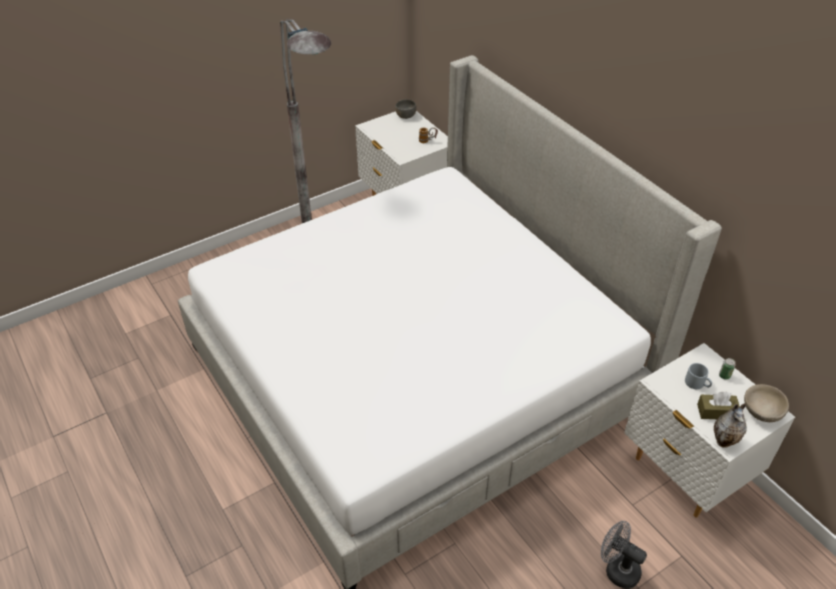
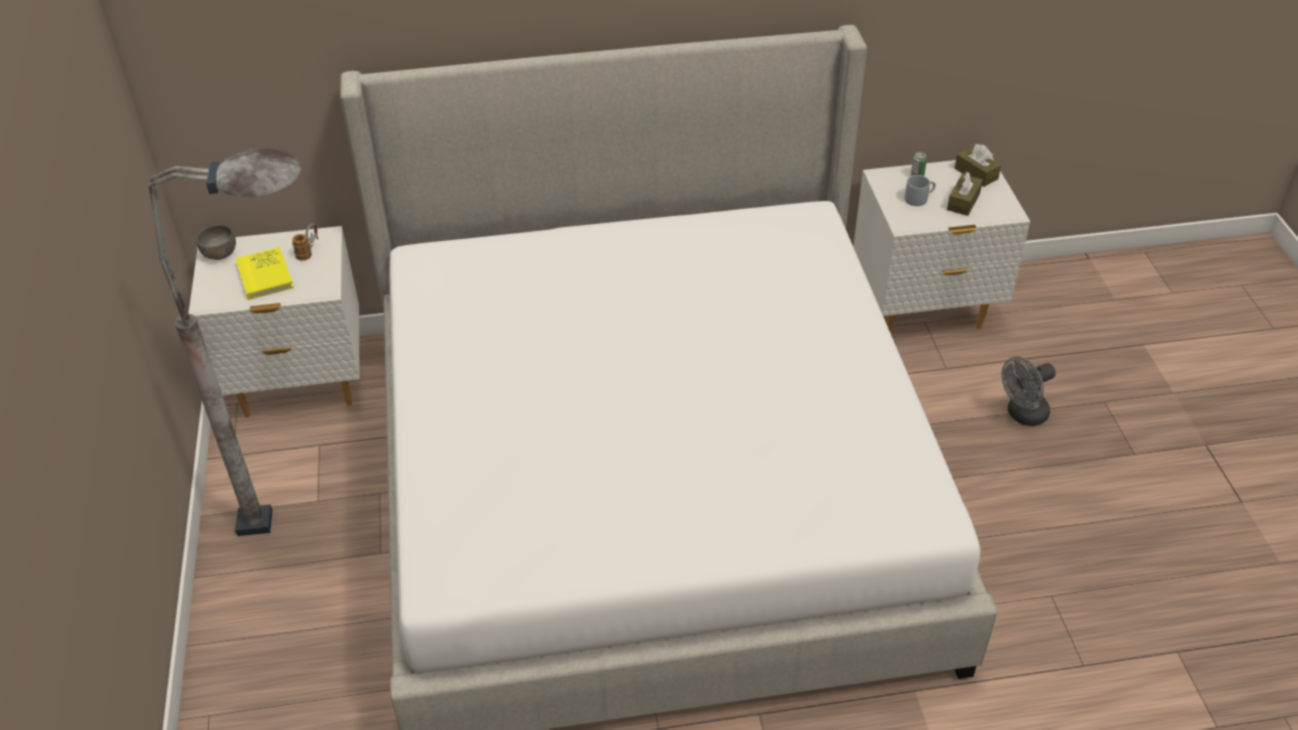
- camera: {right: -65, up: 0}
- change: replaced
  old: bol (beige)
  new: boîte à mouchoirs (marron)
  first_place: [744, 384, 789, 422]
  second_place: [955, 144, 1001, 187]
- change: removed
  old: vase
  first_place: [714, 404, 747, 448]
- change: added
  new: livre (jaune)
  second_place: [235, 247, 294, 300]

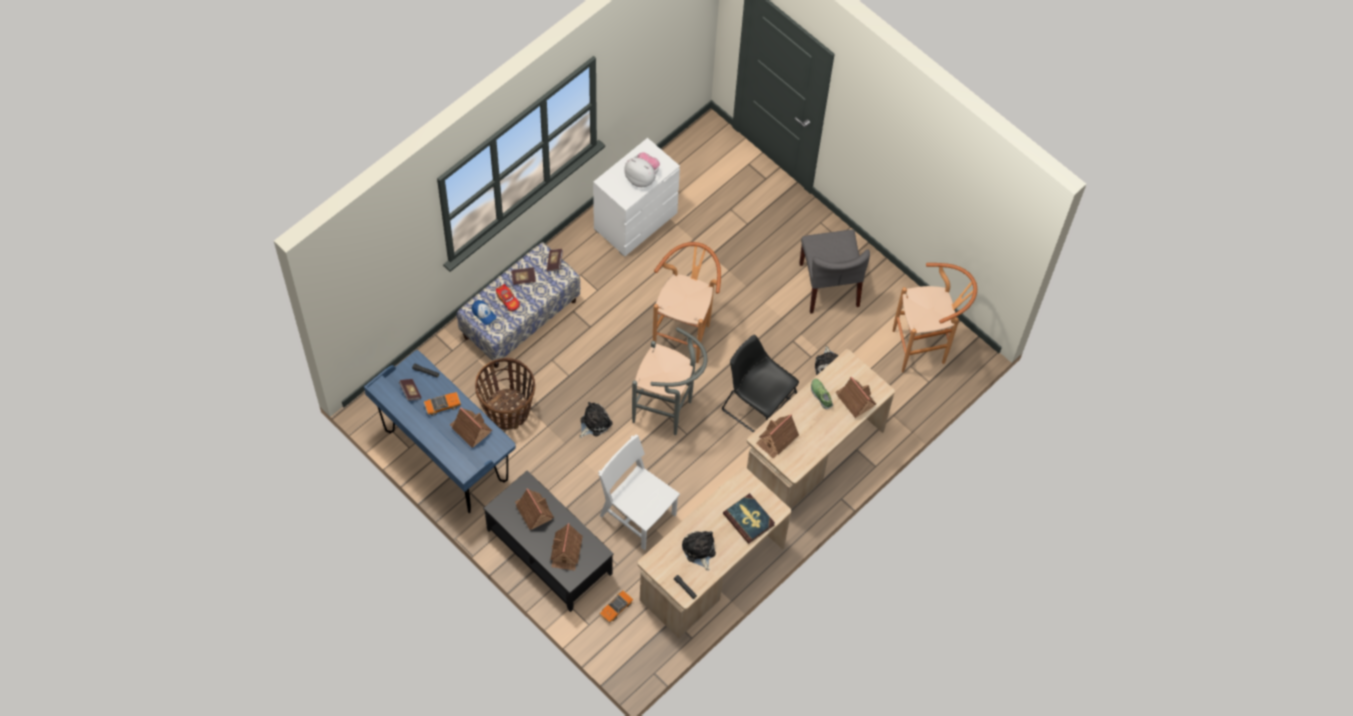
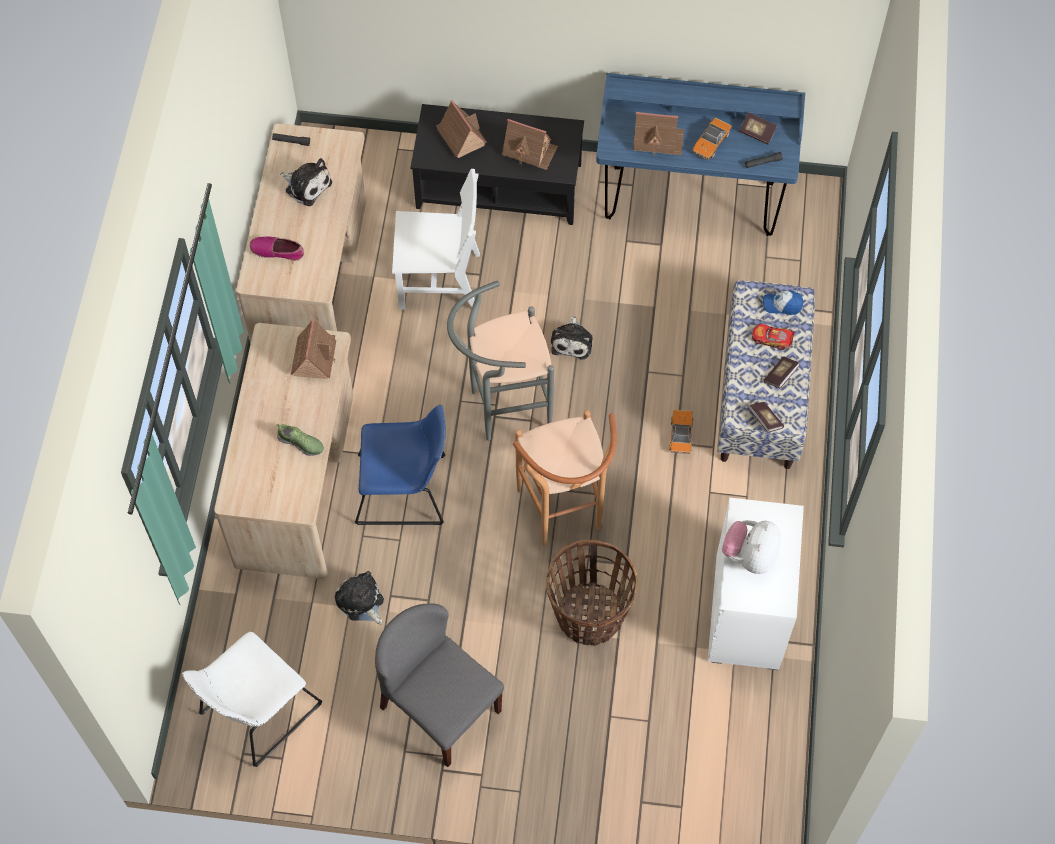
- camera: {right: 145, up: 0}
- change: turned
  old: peluche
  first_place: [624, 152, 660, 187]
  second_place: [722, 520, 780, 574]
  degrees: 120
- change: replaced
  old: tabouret (marron)
  new: chaise (blanc)
  first_place: [893, 263, 977, 372]
  second_place: [182, 632, 322, 767]
- change: recoloured
  old: chaise (noir)
  new: chaise (bleu)
  first_place: [722, 335, 799, 432]
  second_place: [355, 405, 446, 525]
- change: moved
  old: panier
  first_place: [475, 358, 535, 430]
  second_place: [546, 540, 638, 646]
- change: removed
  old: maison miniature
  first_place: [835, 376, 877, 418]
- change: replaced
  old: livre
  new: chaussure
  first_place: [723, 493, 775, 544]
  second_place: [249, 236, 304, 261]
- change: moved
  old: petite voiture
  first_place: [599, 590, 634, 623]
  second_place: [669, 410, 693, 454]

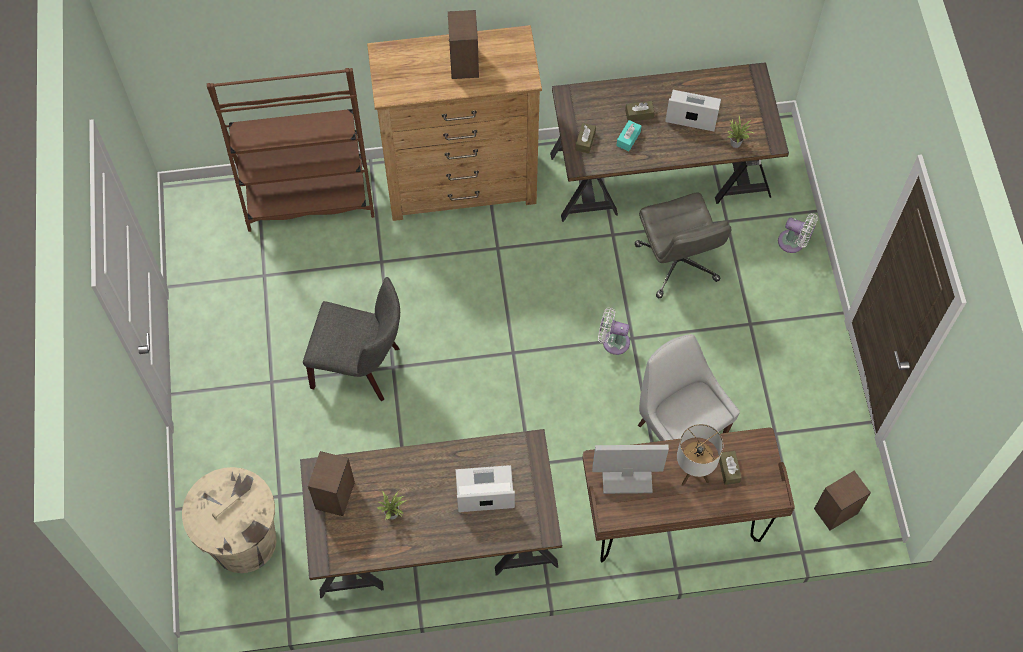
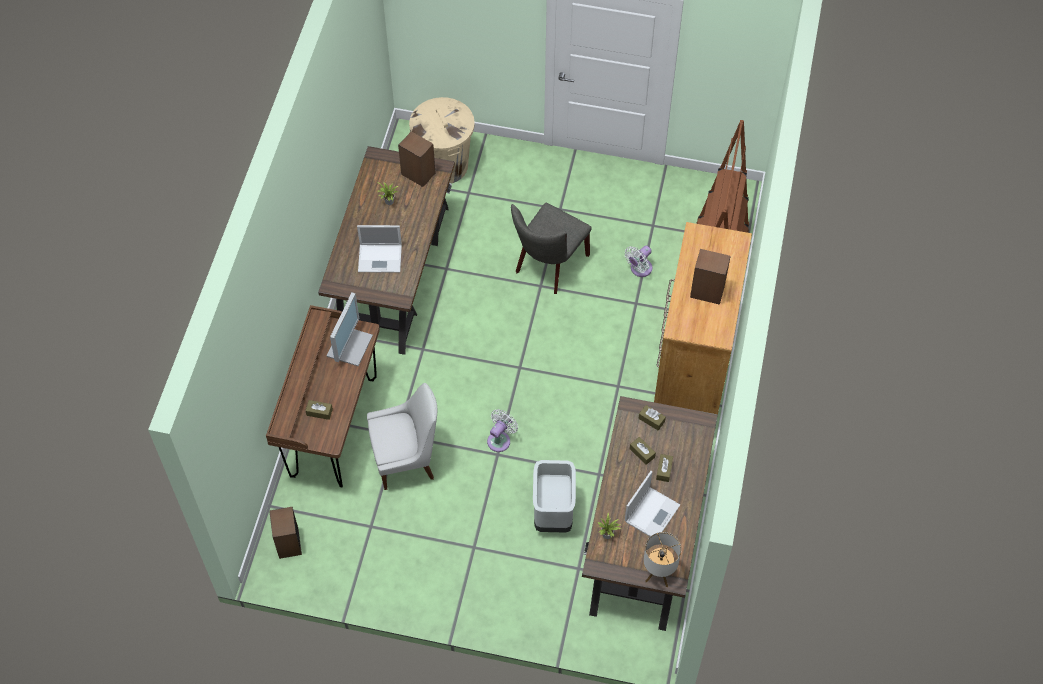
- camera: {right: 110, up: -5}
- change: recoloured
  old: boîte à mouchoirs (turquoise)
  new: boîte à mouchoirs (marron)
  first_place: [616, 120, 642, 151]
  second_place: [630, 437, 656, 465]
- change: replaced
  old: chaise de bureau (gris)
  new: poubelle (gris)
  first_place: [635, 192, 732, 298]
  second_place: [533, 460, 576, 533]
- change: moved
  old: ventilateur (blanc)
  first_place: [778, 213, 818, 253]
  second_place: [624, 246, 652, 277]
- change: moved
  old: lampe de table
  first_place: [677, 424, 723, 486]
  second_place: [644, 532, 681, 587]
- change: turned
  old: ordinateur portable
  first_place: [456, 465, 515, 512]
  second_place: [357, 225, 402, 273]
  degrees: 75

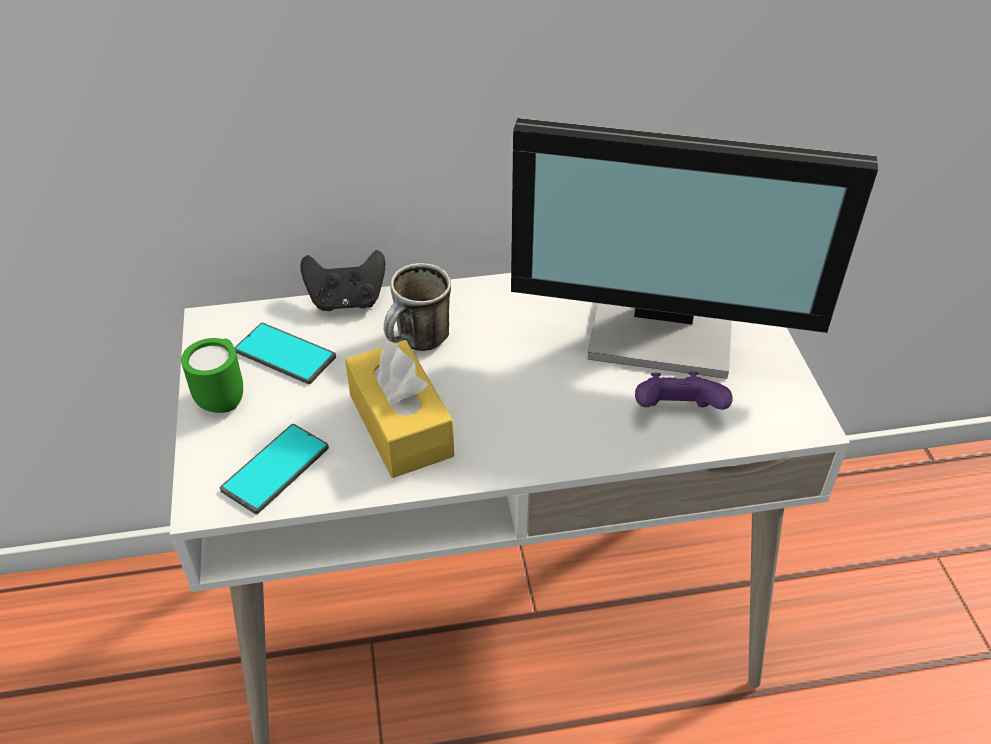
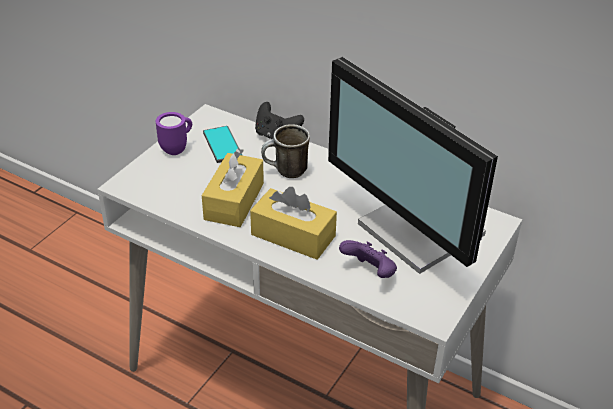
- camera: {right: 40, up: -5}
- change: recoloured
  old: mug (vert)
  new: mug (violet)
  first_place: [181, 338, 243, 413]
  second_place: [156, 112, 192, 155]
- change: removed
  old: téléphone
  first_place: [220, 424, 329, 514]
- change: added
  new: boîte à mouchoirs (jaune)
  second_place: [250, 187, 337, 260]

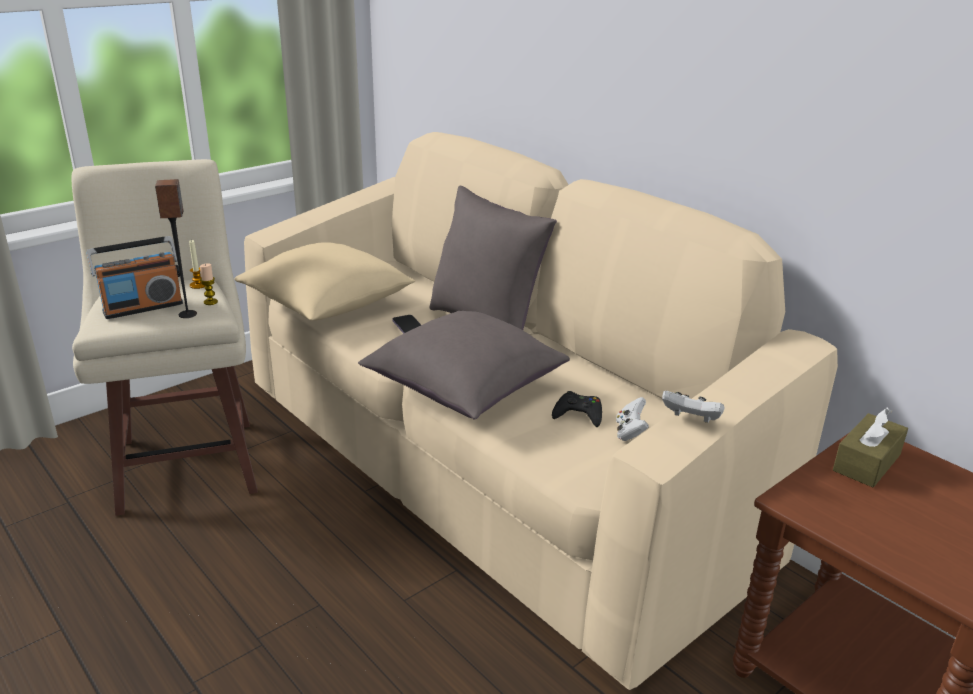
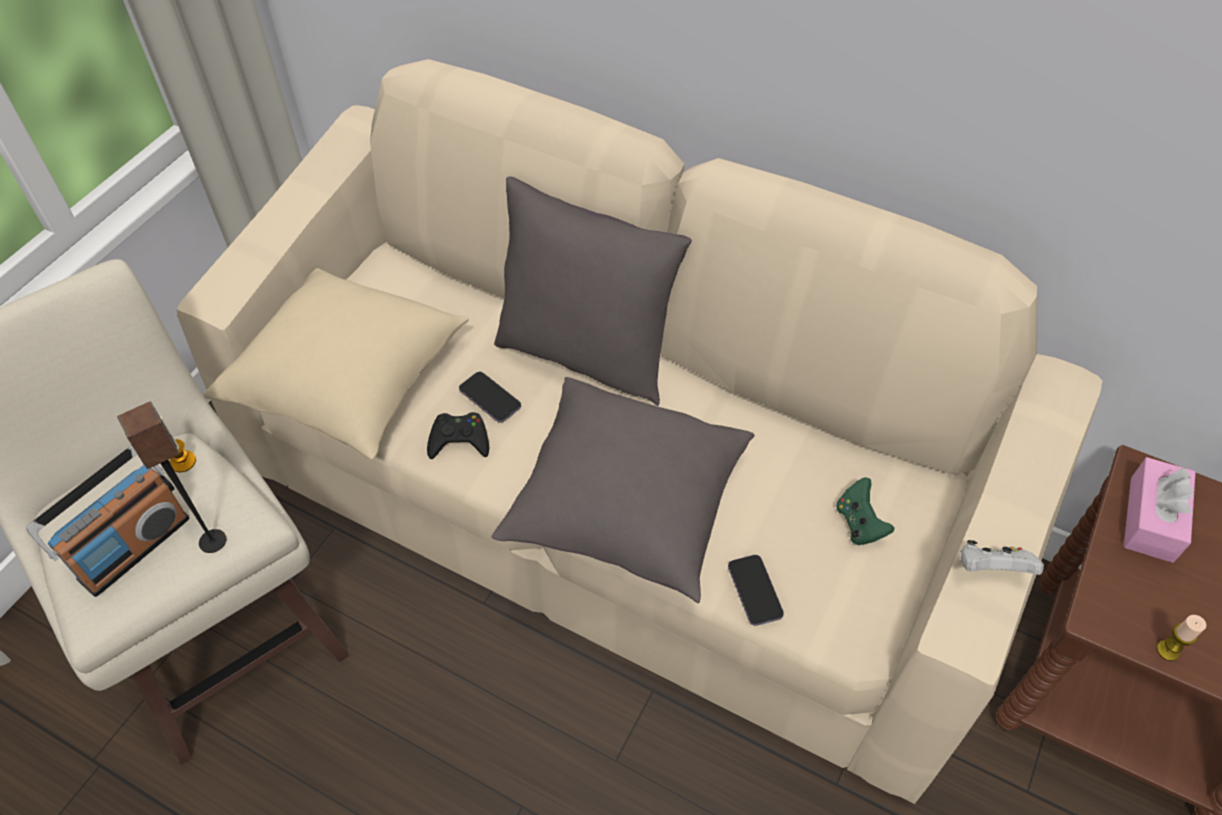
- camera: {right: -20, up: 25}
- change: moved
  old: bougie
  first_place: [200, 263, 218, 305]
  second_place: [1156, 615, 1206, 661]
- change: moved
  old: manette (noir)
  first_place: [552, 391, 602, 427]
  second_place: [427, 412, 489, 459]
- change: recoloured
  old: manette (blanc)
  new: manette (vert)
  first_place: [616, 397, 649, 441]
  second_place: [836, 477, 894, 546]
- change: recoloured
  old: boîte à mouchoirs (marron)
  new: boîte à mouchoirs (rose)
  first_place: [833, 407, 908, 487]
  second_place: [1124, 457, 1196, 563]
- change: added
  new: téléphone
  second_place: [728, 555, 784, 626]

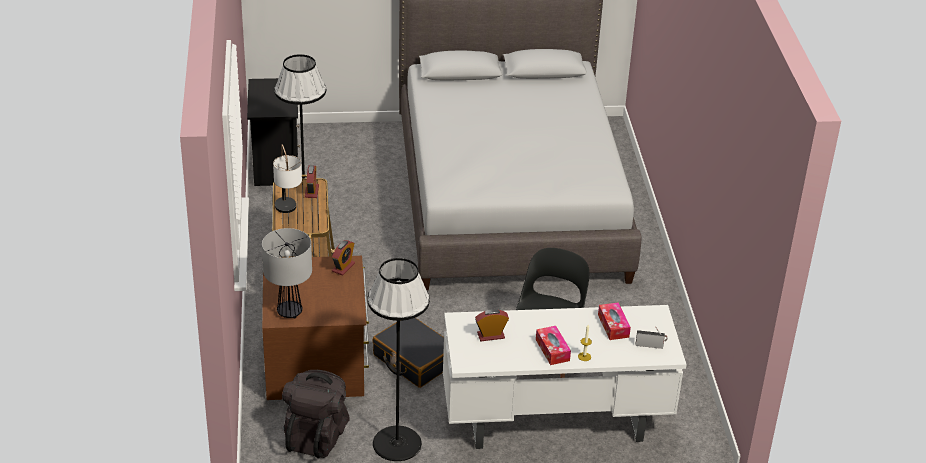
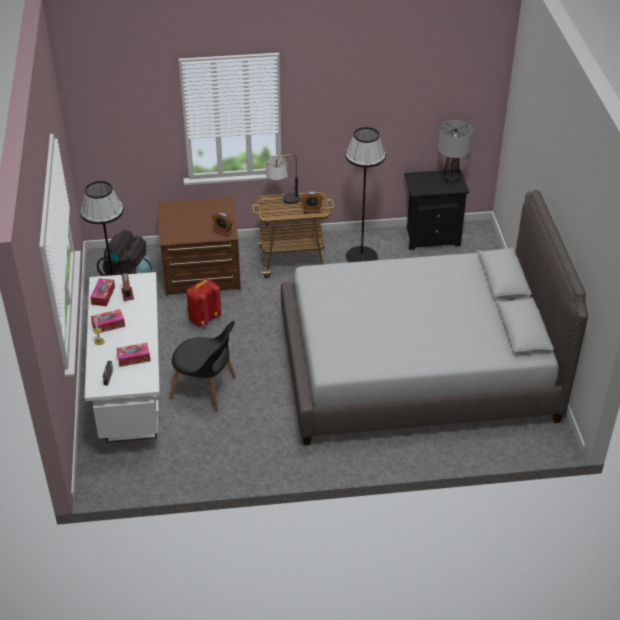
- camera: {right: 90, up: 5}
- change: moved
  old: lampe de table
  first_place: [262, 228, 312, 319]
  second_place: [438, 120, 473, 182]
- change: replaced
  old: valise (noir)
  new: sac à dos (rouge)
  first_place: [372, 318, 444, 388]
  second_place: [187, 279, 222, 326]
- change: added
  new: boîte à mouchoirs
  second_place: [90, 278, 115, 306]

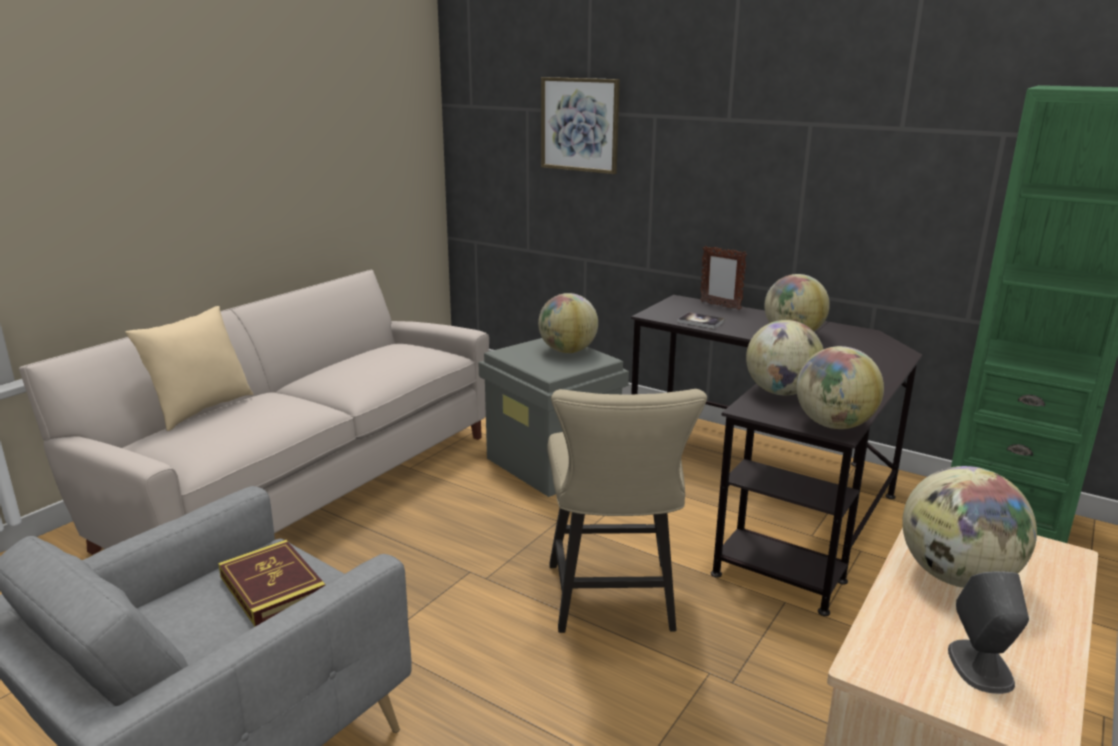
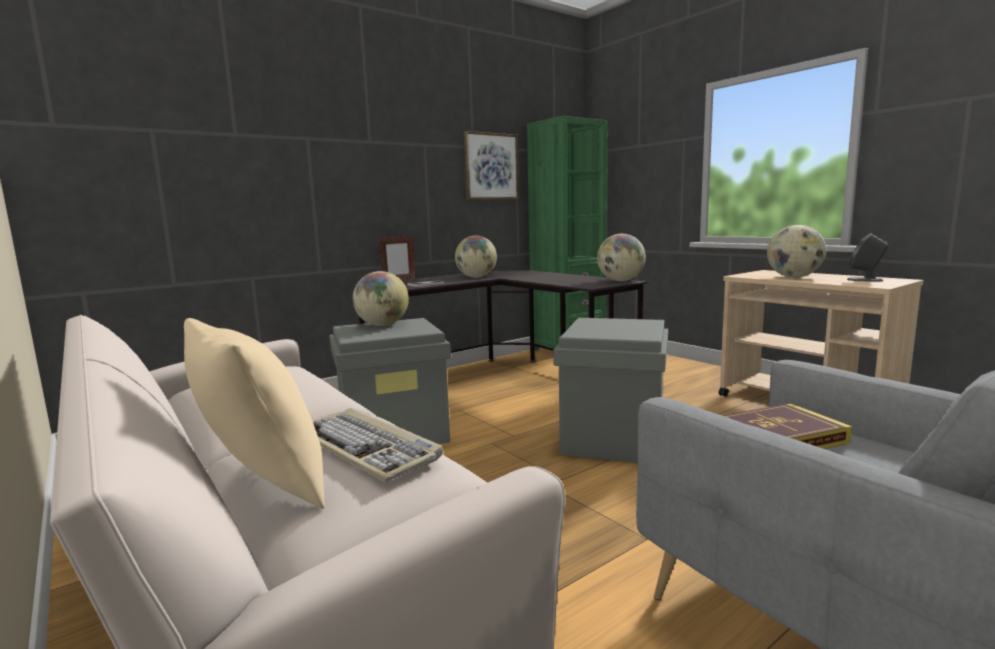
- camera: {right: -70, up: -10}
- change: moved
  old: tableau
  first_place: [541, 77, 620, 174]
  second_place: [464, 131, 519, 200]
- change: removed
  old: globe
  first_place: [746, 320, 823, 395]
- change: replaced
  old: chaise (beige)
  new: boîte de rangement (gris)
  first_place: [547, 389, 707, 633]
  second_place: [553, 318, 668, 463]
- change: added
  new: clavier
  second_place: [313, 408, 443, 483]

